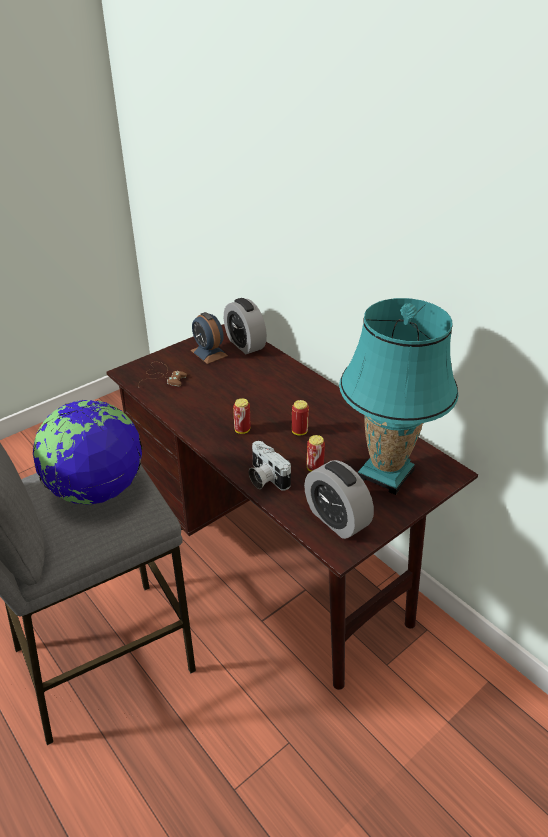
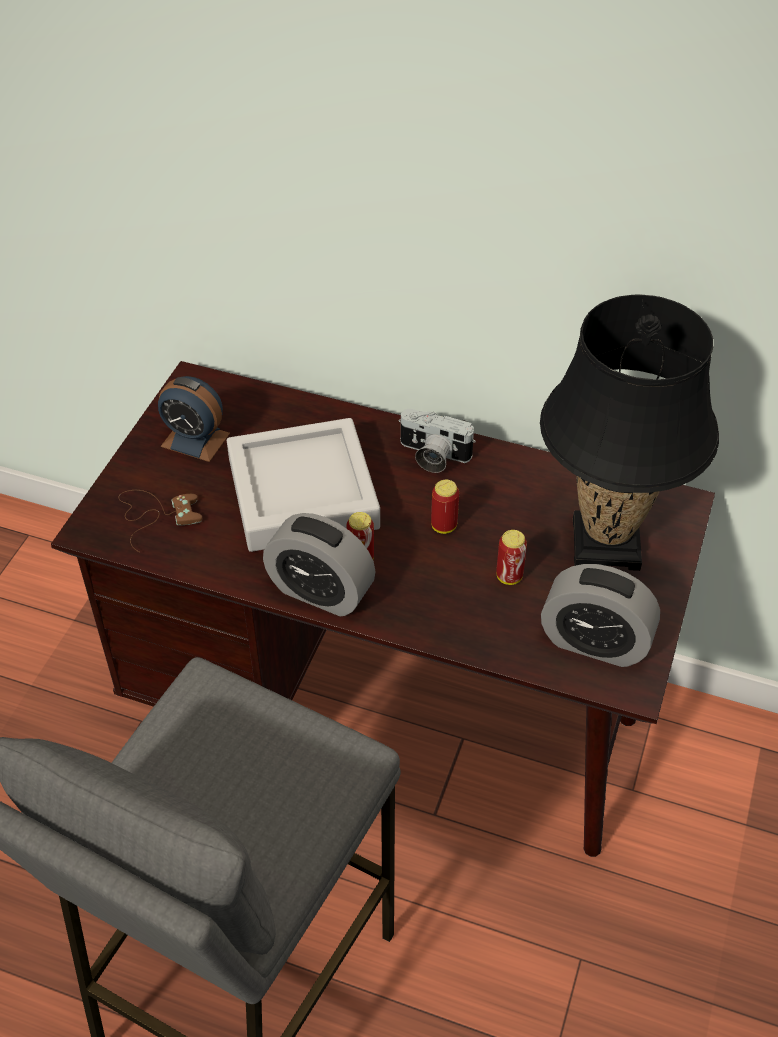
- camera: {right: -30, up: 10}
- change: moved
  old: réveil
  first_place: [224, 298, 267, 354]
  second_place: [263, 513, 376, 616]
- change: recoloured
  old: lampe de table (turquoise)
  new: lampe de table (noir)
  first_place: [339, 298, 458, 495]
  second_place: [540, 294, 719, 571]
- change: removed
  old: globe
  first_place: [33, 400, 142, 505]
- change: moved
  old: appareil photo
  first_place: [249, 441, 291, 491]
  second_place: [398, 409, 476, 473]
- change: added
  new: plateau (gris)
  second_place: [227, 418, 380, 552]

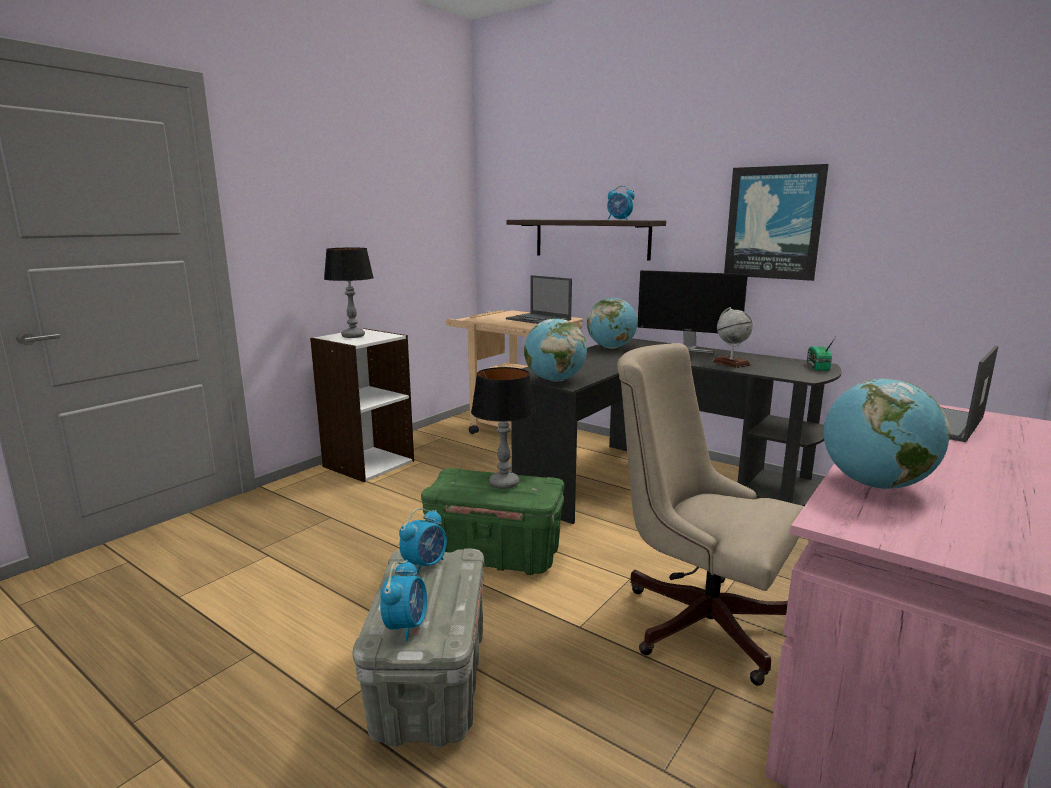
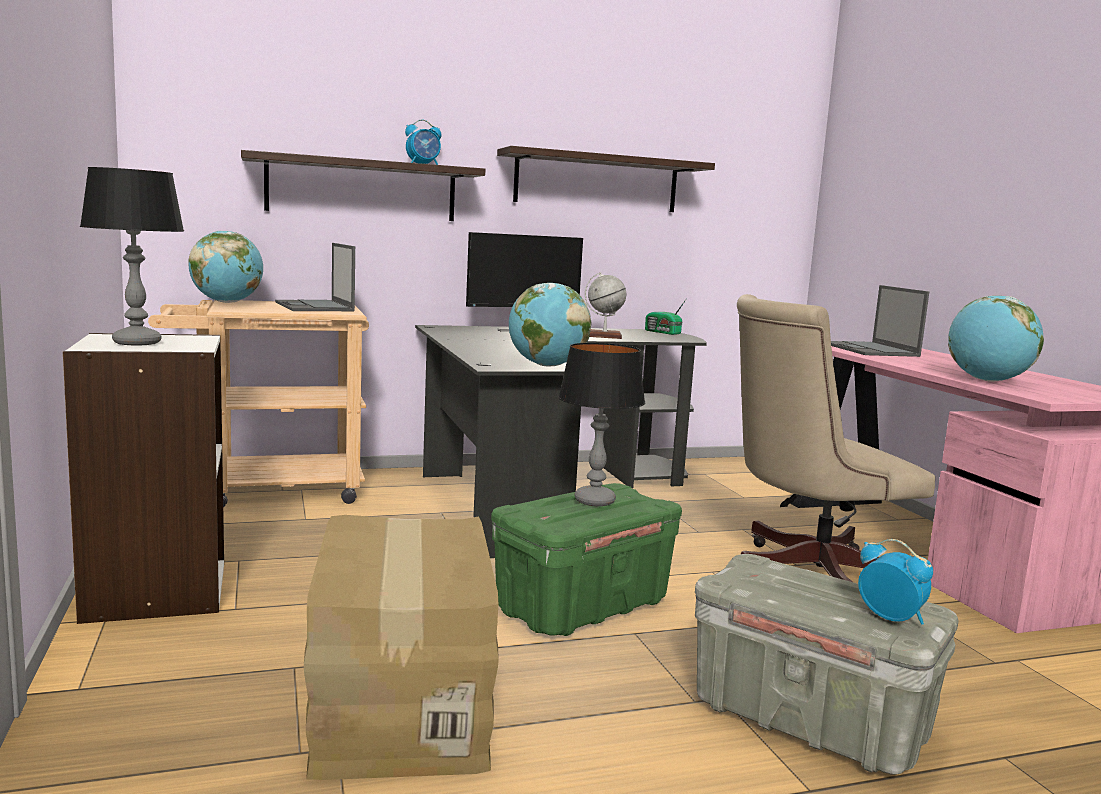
- camera: {right: -55, up: -5}
- change: replaced
  old: tableau
  new: étagère
  first_place: [724, 164, 829, 281]
  second_place: [497, 146, 715, 212]
- change: turned
  old: ordinateur portable
  first_place: [506, 275, 572, 324]
  second_place: [275, 243, 355, 311]
  degrees: 75
- change: moved
  old: globe
  first_place: [587, 297, 638, 349]
  second_place: [188, 230, 263, 303]
- change: removed
  old: réveil
  first_place: [399, 508, 447, 576]
- change: added
  new: carton
  second_place: [304, 515, 499, 780]

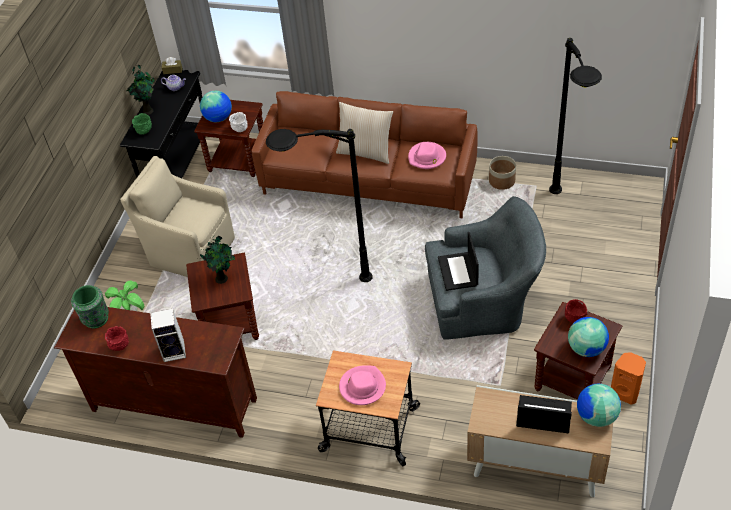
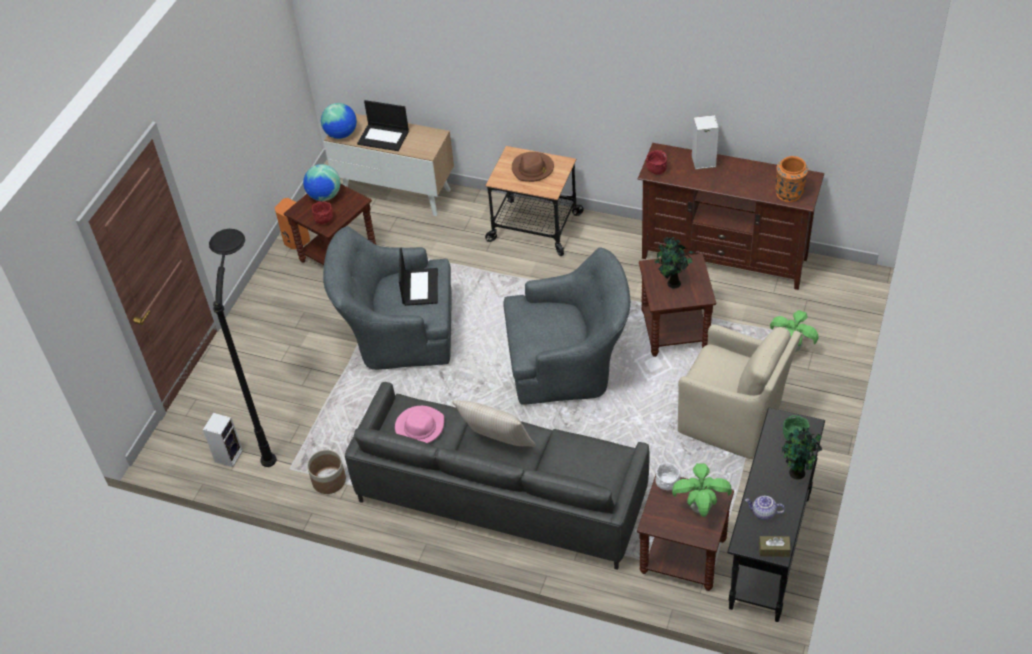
- camera: {right: -175, up: 0}
- change: replaced
  old: globe
  new: plante en pot
  first_place: [200, 91, 232, 122]
  second_place: [672, 463, 732, 517]
- change: recoloured
  old: canapé (marron)
  new: canapé (gris)
  first_place: [252, 91, 478, 218]
  second_place: [345, 382, 650, 570]
- change: replaced
  old: lampadaire (noir)
  new: fauteuil (gris)
  first_place: [266, 129, 373, 282]
  second_place: [503, 247, 631, 405]
- change: recoloured
  old: vase (vert)
  new: vase (orange)
  first_place: [71, 285, 109, 329]
  second_place: [775, 156, 808, 202]
- change: moved
  old: bol (rouge)
  first_place: [105, 326, 129, 351]
  second_place: [646, 150, 667, 175]
- change: recoloured
  old: chapeau (rose)
  new: chapeau (marron)
  first_place: [339, 365, 386, 405]
  second_place: [512, 152, 554, 182]
- change: added
  new: enceinte
  second_place: [203, 413, 243, 467]

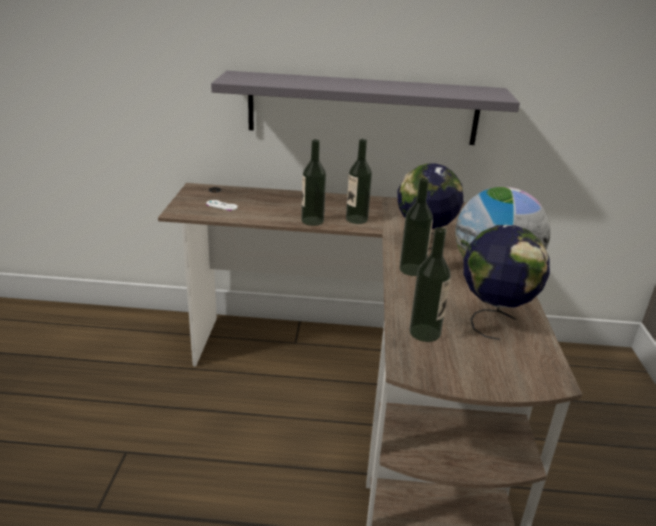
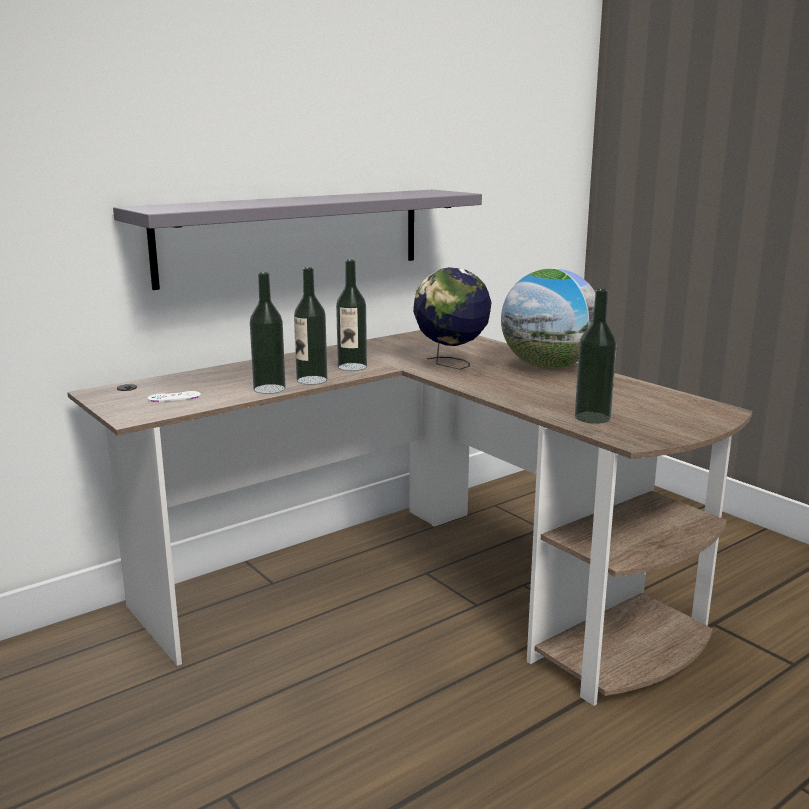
- camera: {right: -40, up: -10}
- change: moved
  old: bouteille
  first_place: [399, 178, 433, 276]
  second_place: [250, 272, 286, 394]
- change: removed
  old: globe
  first_place: [463, 225, 550, 340]

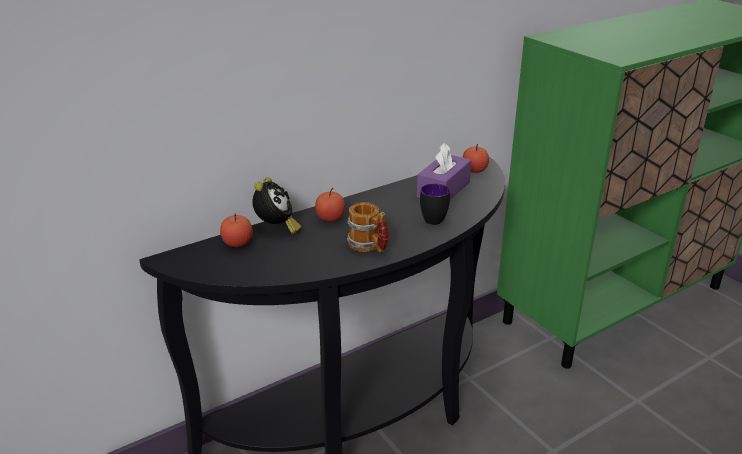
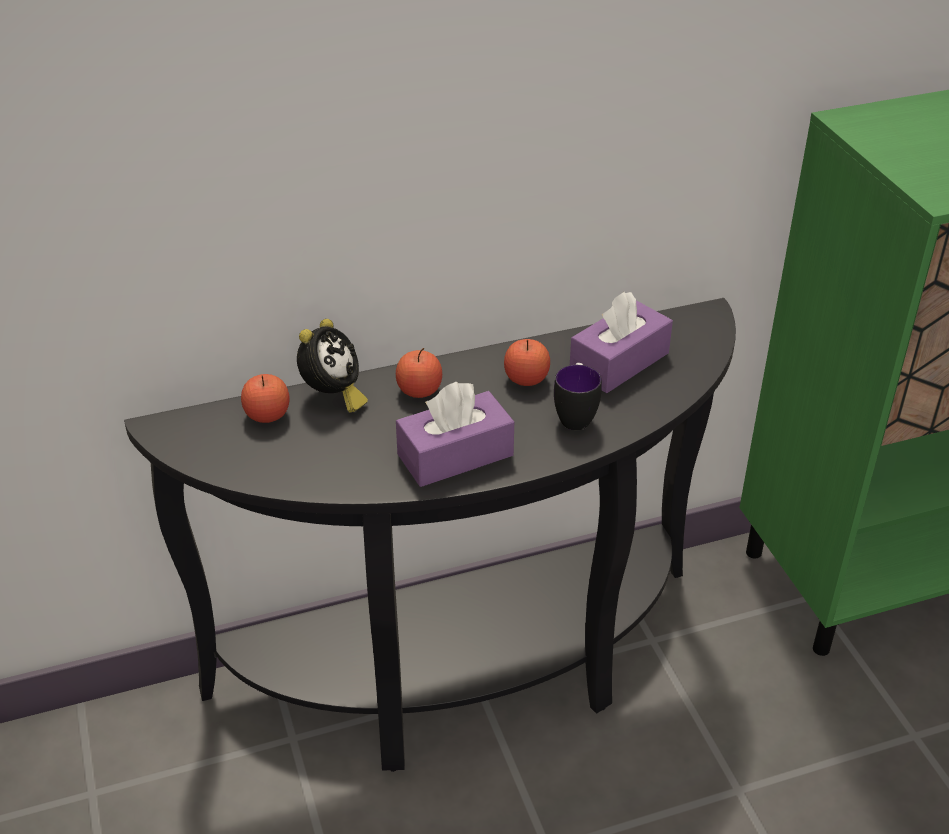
- camera: {right: 15, up: 10}
- change: moved
  old: pomme
  first_place: [462, 144, 489, 173]
  second_place: [504, 339, 550, 386]
- change: replaced
  old: mug
  new: boîte à mouchoirs (violet)
  first_place: [347, 202, 389, 252]
  second_place: [396, 382, 514, 487]

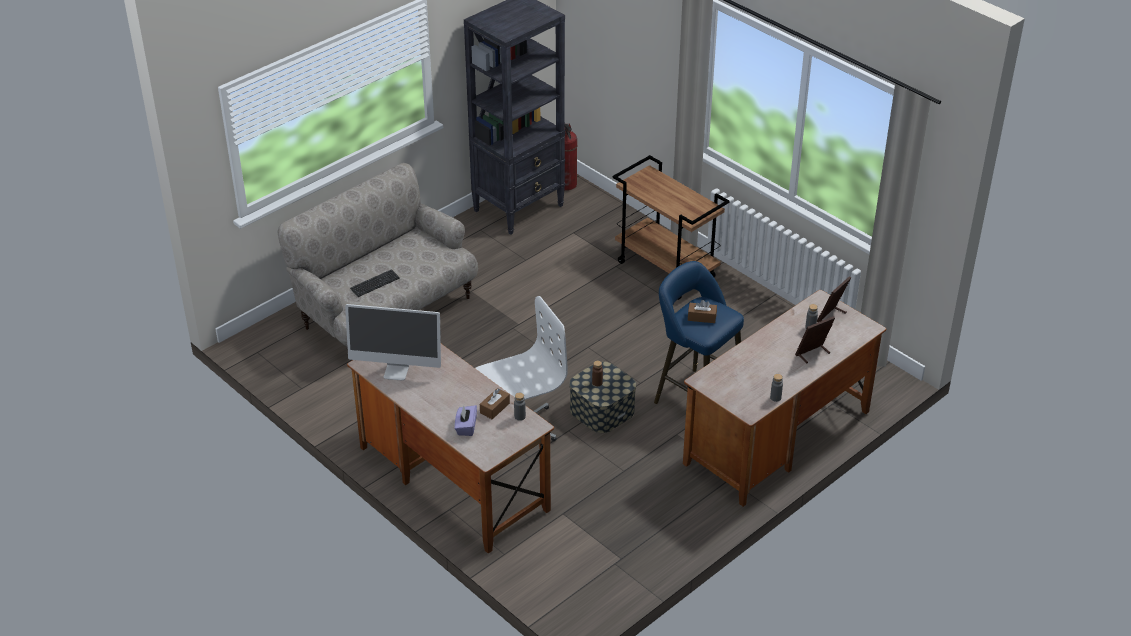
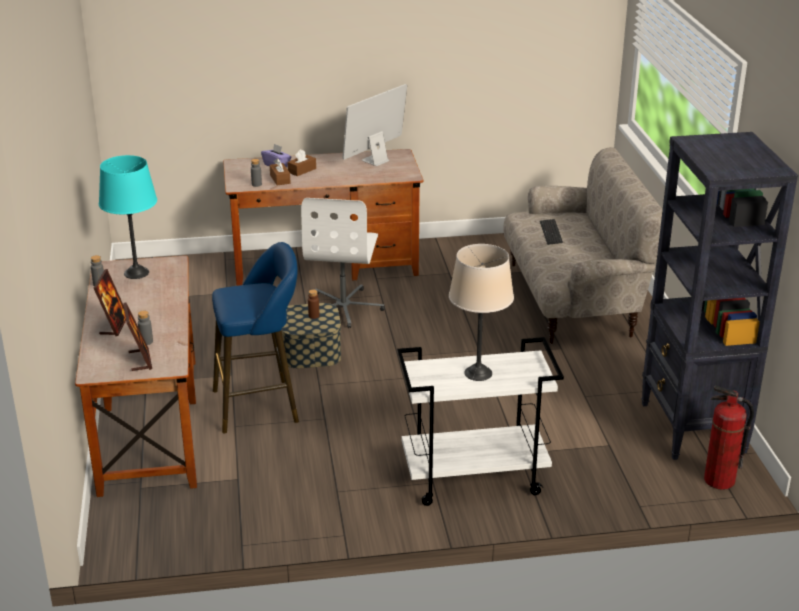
- camera: {right: 125, up: -10}
- change: recoloured
  old: chariot (marron)
  new: chariot (blanc)
  first_place: [613, 155, 729, 300]
  second_place: [397, 337, 564, 506]
- change: moved
  old: boîte à mouchoirs (marron)
  first_place: [688, 300, 717, 323]
  second_place: [287, 149, 316, 176]
- change: added
  new: lampe de table (turquoise)
  second_place: [99, 155, 157, 279]
- change: added
  new: lampe de table (beige)
  second_place: [449, 244, 514, 381]

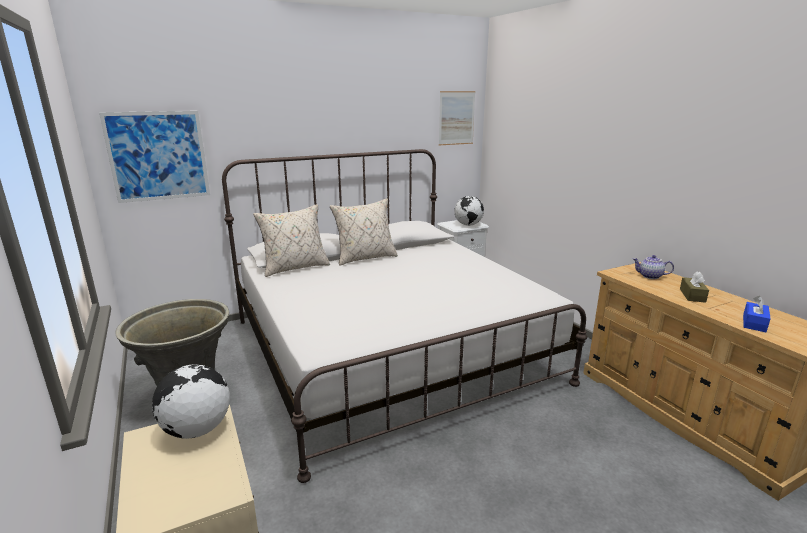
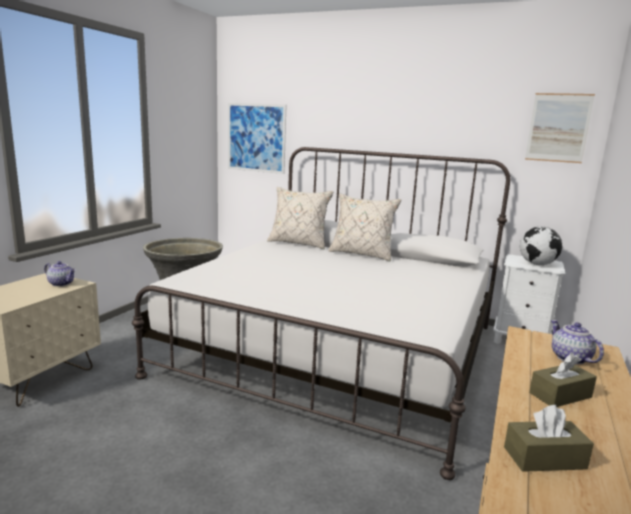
- camera: {right: 50, up: -5}
- change: recoloured
  old: boîte à mouchoirs (bleu)
  new: boîte à mouchoirs (marron)
  first_place: [743, 296, 771, 332]
  second_place: [504, 405, 594, 472]
- change: replaced
  old: globe
  new: théière
  first_place: [152, 364, 230, 439]
  second_place: [44, 261, 76, 287]

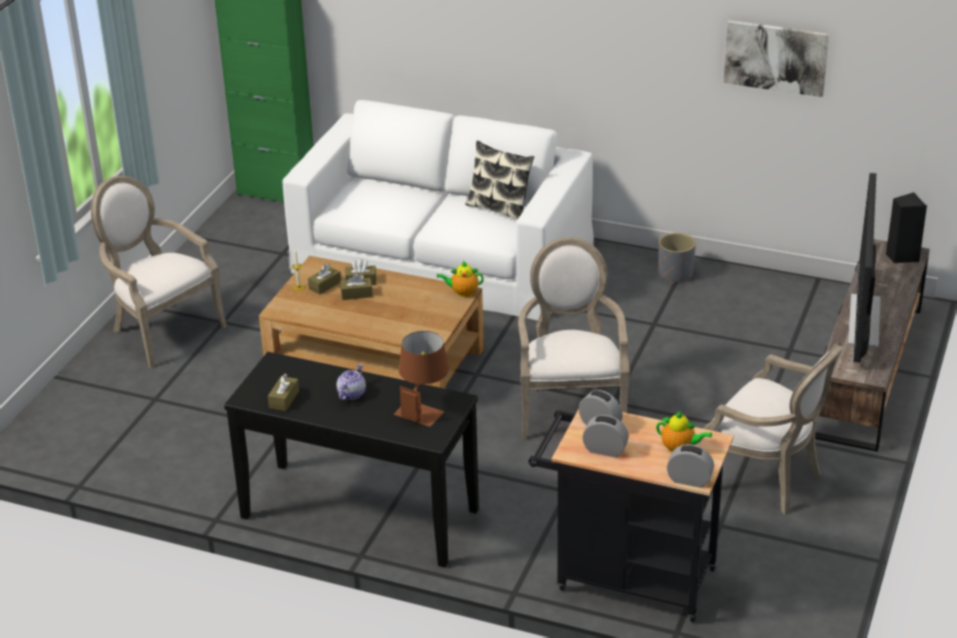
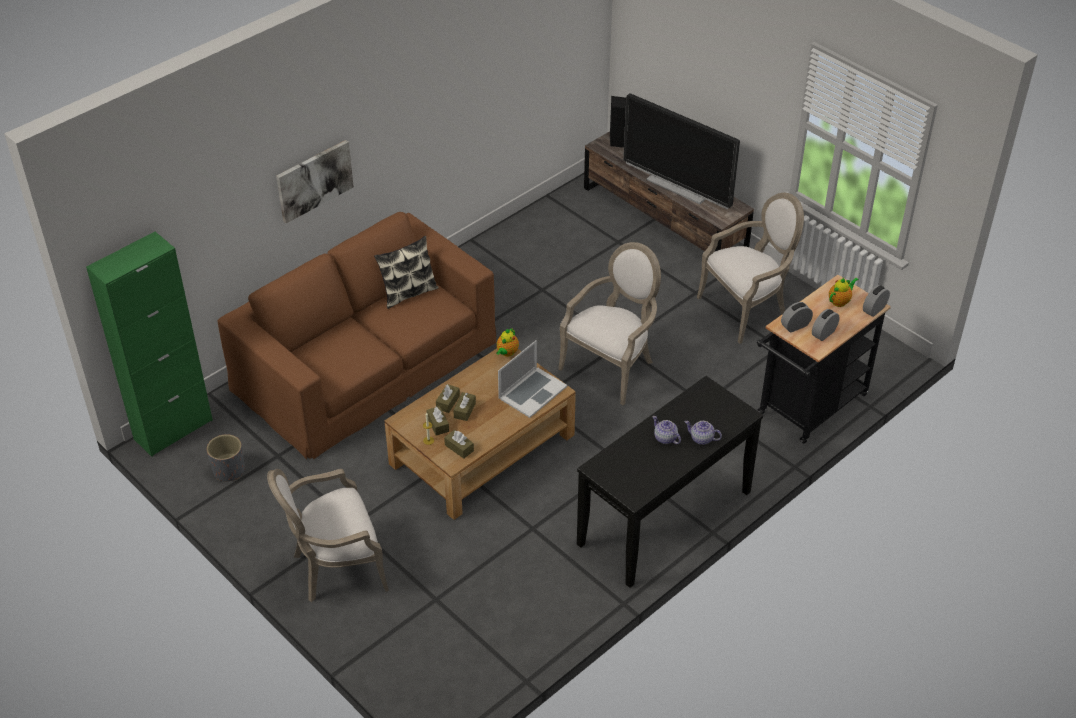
- camera: {right: -65, up: 10}
- change: moved
  old: tableau
  first_place: [724, 20, 829, 97]
  second_place: [276, 140, 354, 223]
- change: recoloured
  old: canapé (blanc)
  new: canapé (marron)
  first_place: [283, 100, 594, 321]
  second_place: [218, 212, 496, 460]
- change: moved
  old: cache-pot (gris)
  first_place: [659, 233, 696, 284]
  second_place: [207, 434, 245, 481]
- change: turned
  old: fauteuil
  first_place: [518, 237, 630, 440]
  second_place: [558, 242, 661, 405]
  degrees: 105
- change: removed
  old: lampe de table (marron)
  first_place: [394, 331, 449, 427]
- change: moved
  old: boîte à mouchoirs (marron)
  first_place: [268, 374, 299, 411]
  second_place: [444, 430, 474, 459]
- change: added
  new: ordinateur portable
  second_place: [498, 340, 567, 418]
- change: added
  new: théière
  second_place: [685, 421, 722, 445]

